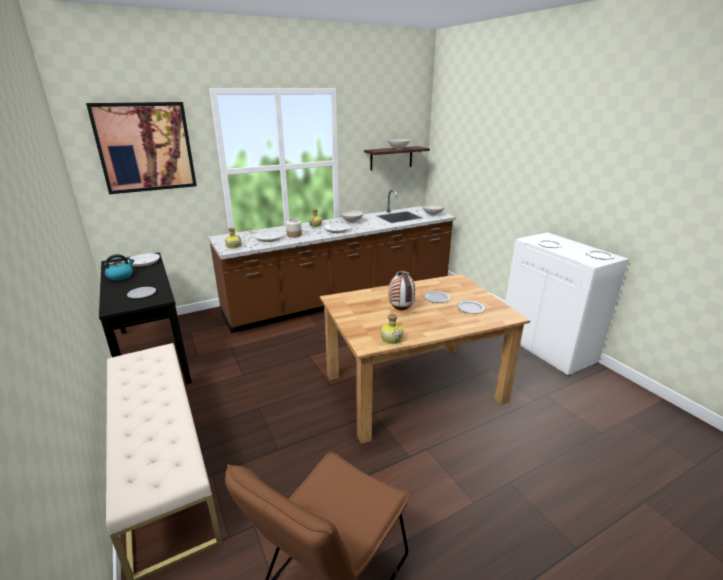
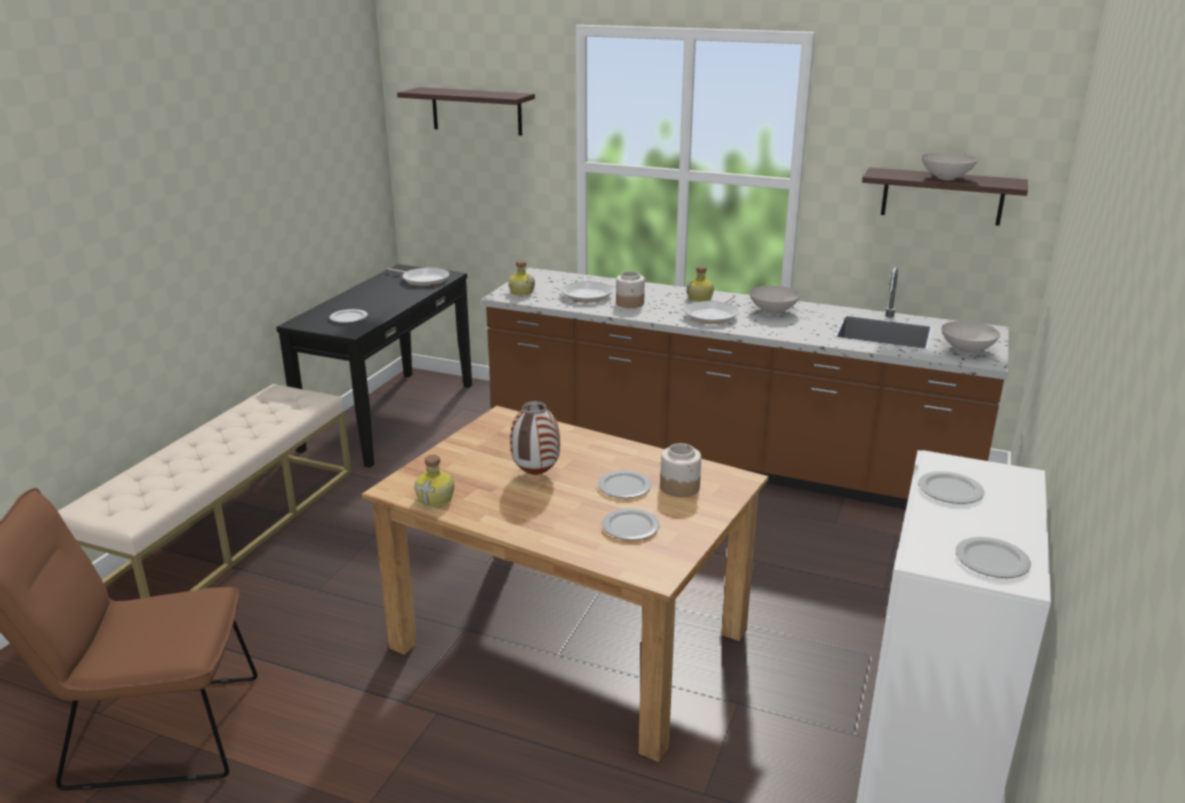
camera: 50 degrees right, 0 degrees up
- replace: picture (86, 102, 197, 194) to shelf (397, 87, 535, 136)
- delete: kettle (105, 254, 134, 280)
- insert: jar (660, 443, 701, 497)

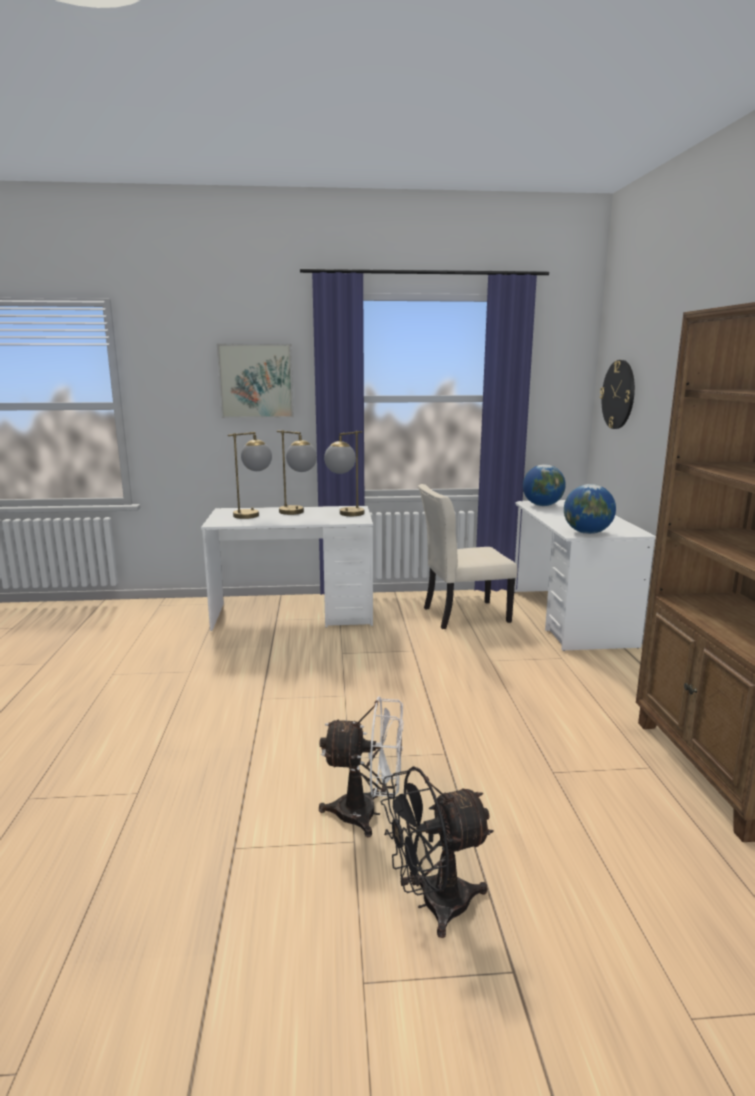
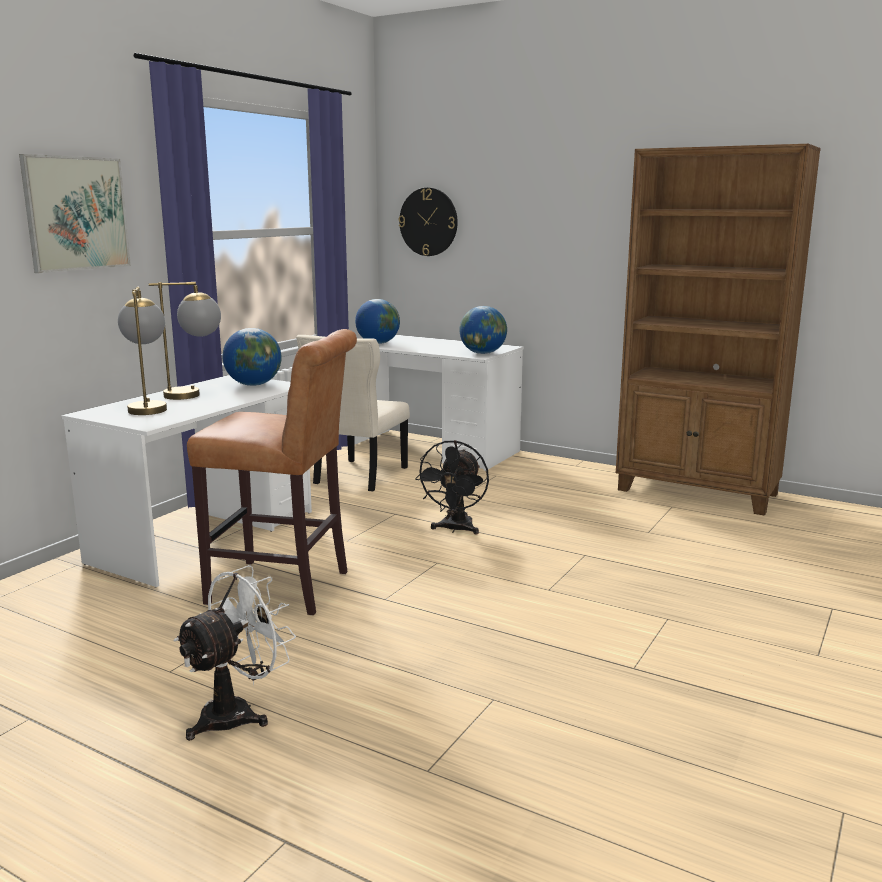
camera: 55 degrees left, 0 degrees up
- move: white fan (319, 696, 404, 837) to (173, 565, 296, 741)
- replace: table lamp (324, 431, 364, 516) to globe (222, 328, 282, 386)
- move: black fan (381, 766, 493, 938) to (415, 440, 489, 535)
- insert: brown stool (187, 329, 357, 615)

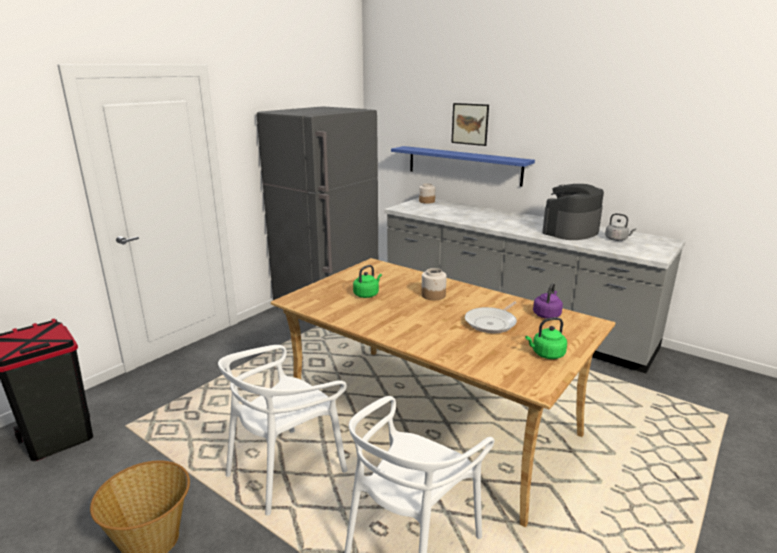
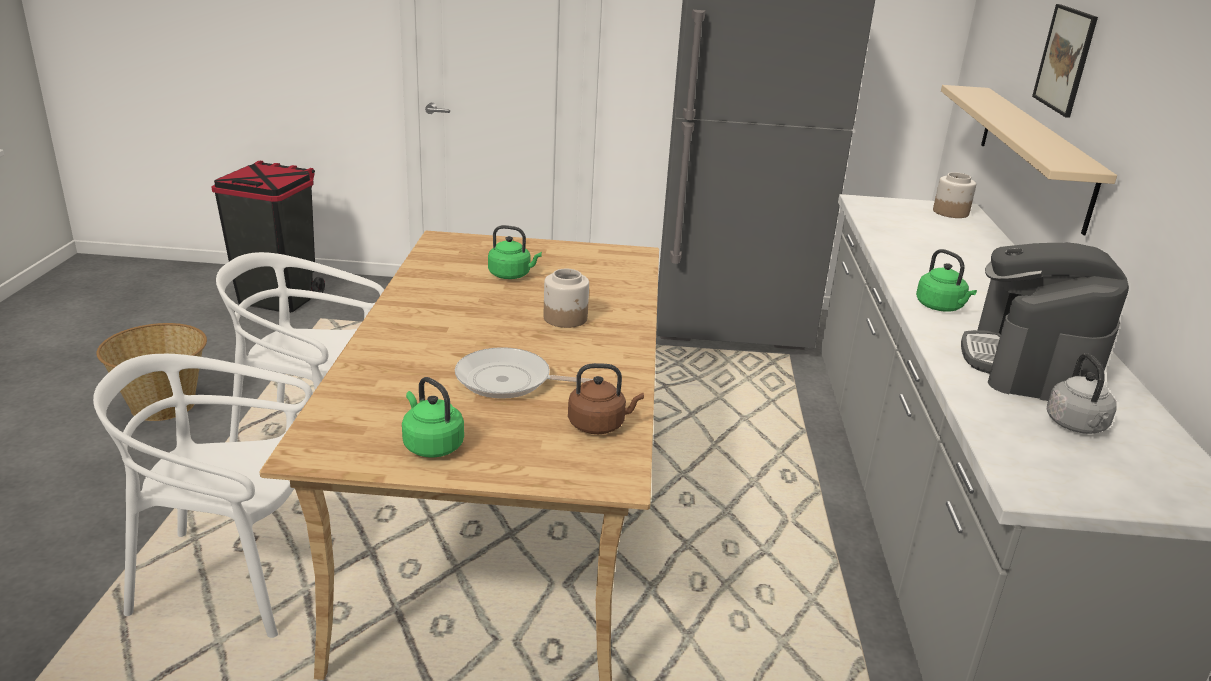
camera: 55 degrees right, 5 degrees up
- recolor: blue shelf (391, 146, 535, 187) to beige shelf (941, 85, 1117, 235)
- recolor: purple kettle (533, 282, 563, 319) to brown kettle (568, 363, 644, 434)
- rotate: coffee machine (542, 184, 604, 240) = (961, 242, 1129, 401) 90 degrees counterclockwise
- insert: green kettle (916, 249, 977, 312)

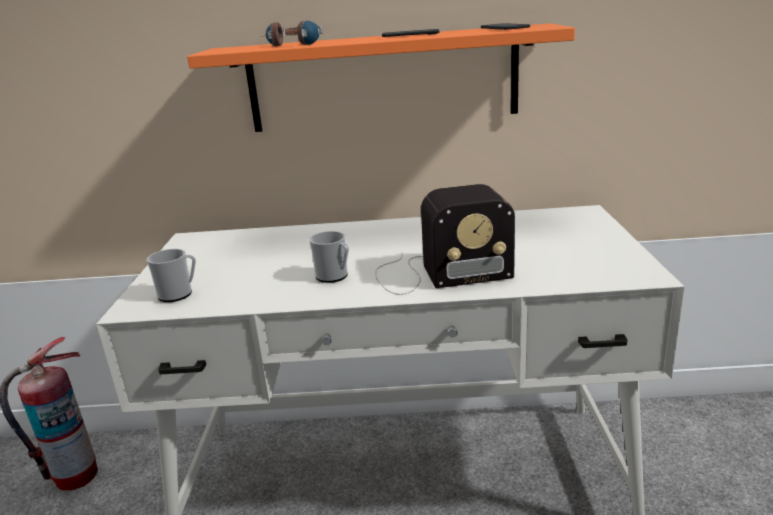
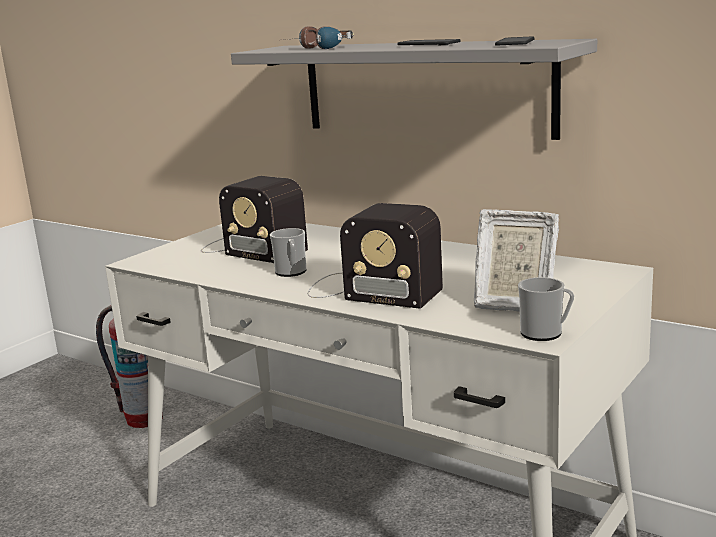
camera: 35 degrees right, 5 degrees down
- move: mug (147, 249, 196, 302) to (518, 277, 574, 341)
- recolor: orange shelf (187, 23, 575, 132) to grey shelf (231, 39, 597, 140)
- insert: radio (201, 176, 308, 263)
- insert: picture frame (474, 209, 559, 312)

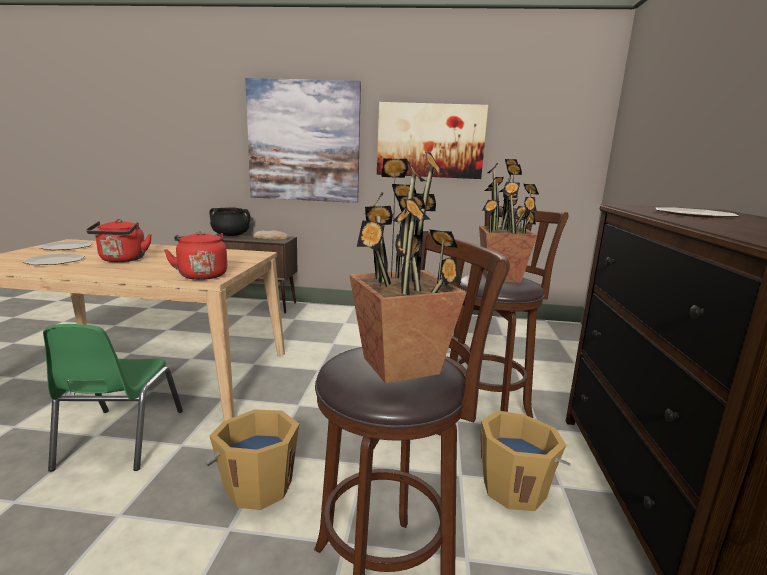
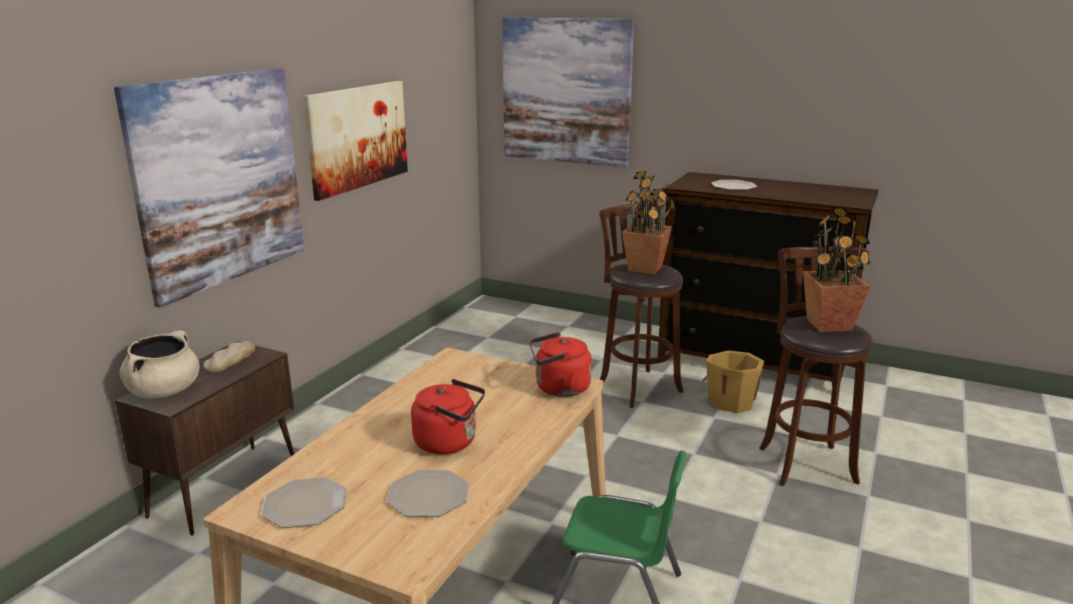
camera: 70 degrees left, 5 degrees up
- delete: orange bucket (206, 409, 299, 510)
- recolor: black cooking pot (209, 207, 250, 236) to beige cooking pot (119, 330, 200, 399)
- insert: picture (502, 17, 634, 167)

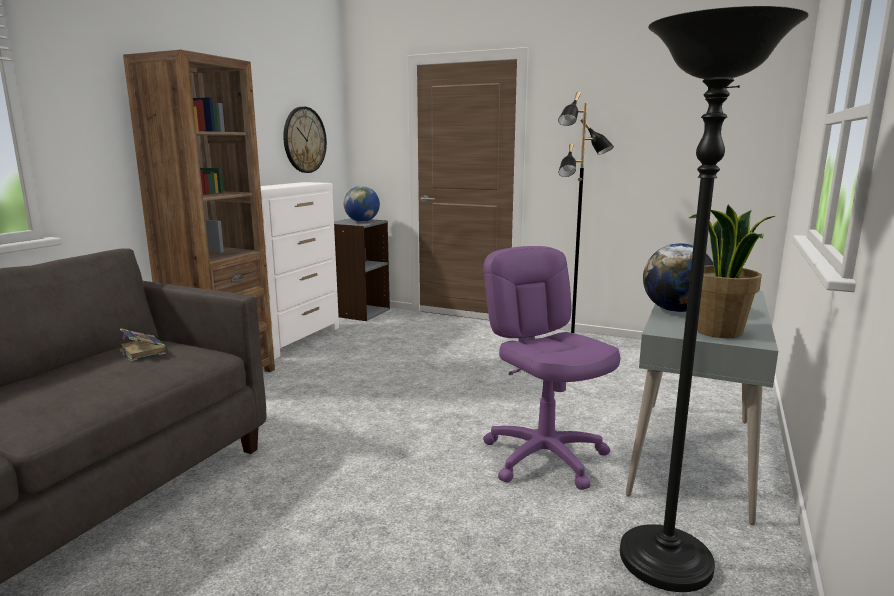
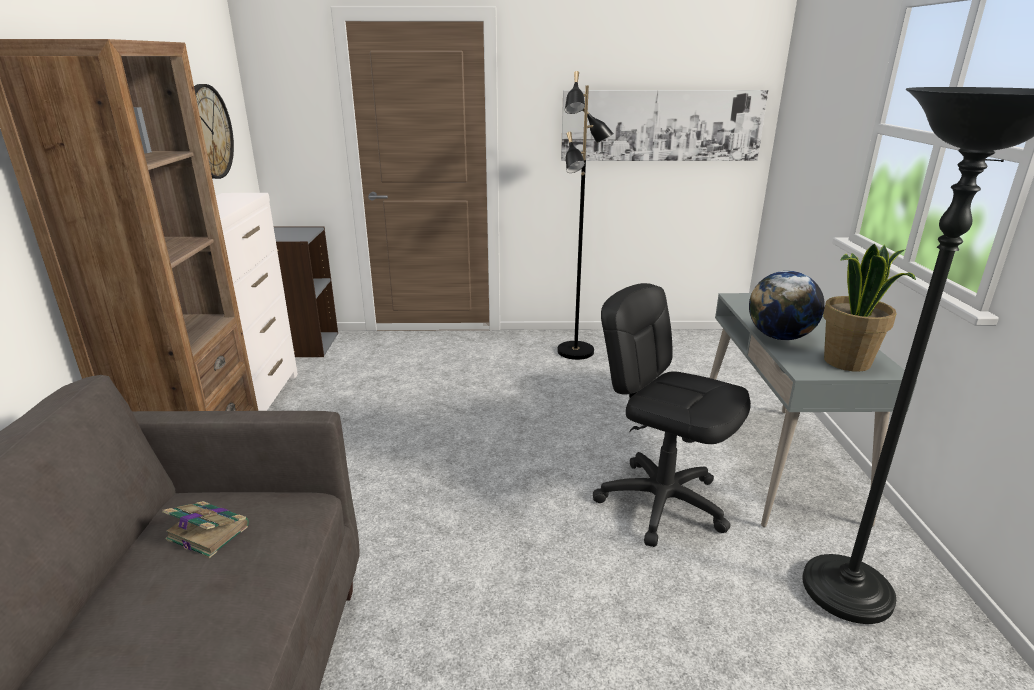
camera: 25 degrees left, 10 degrees up
- delete: globe (344, 186, 380, 222)
- recolor: purple office chair (483, 246, 620, 490) to black office chair (593, 283, 751, 547)
- insert: picture (561, 90, 768, 161)

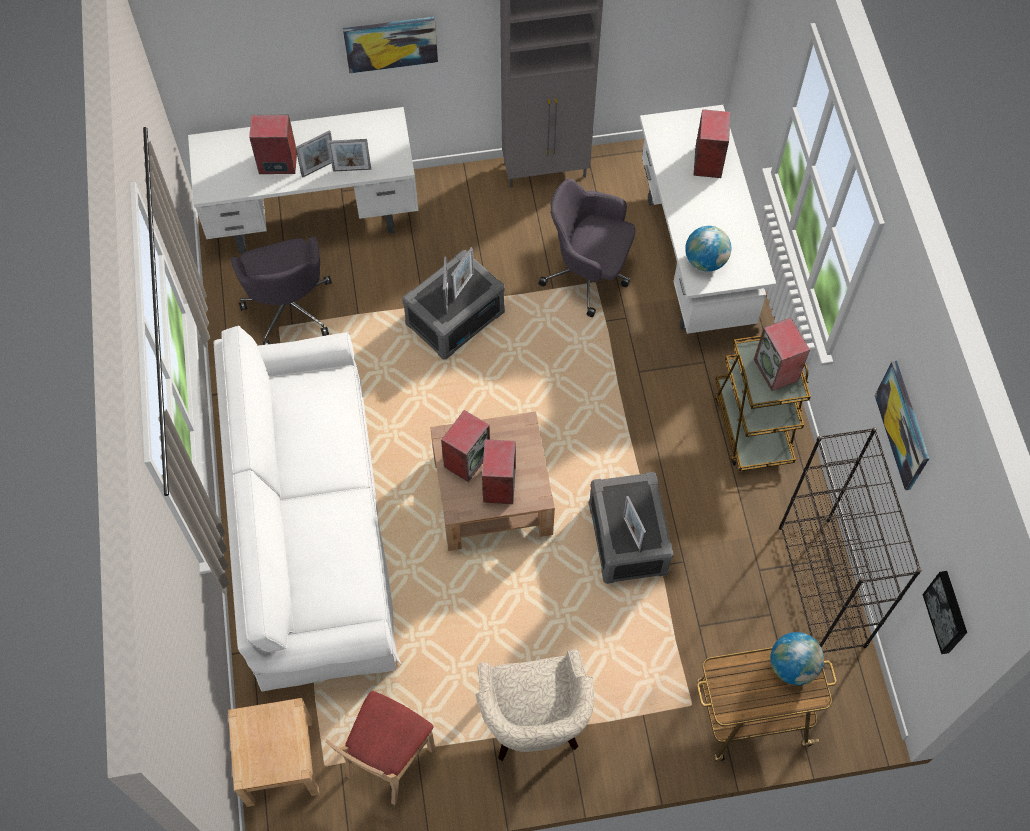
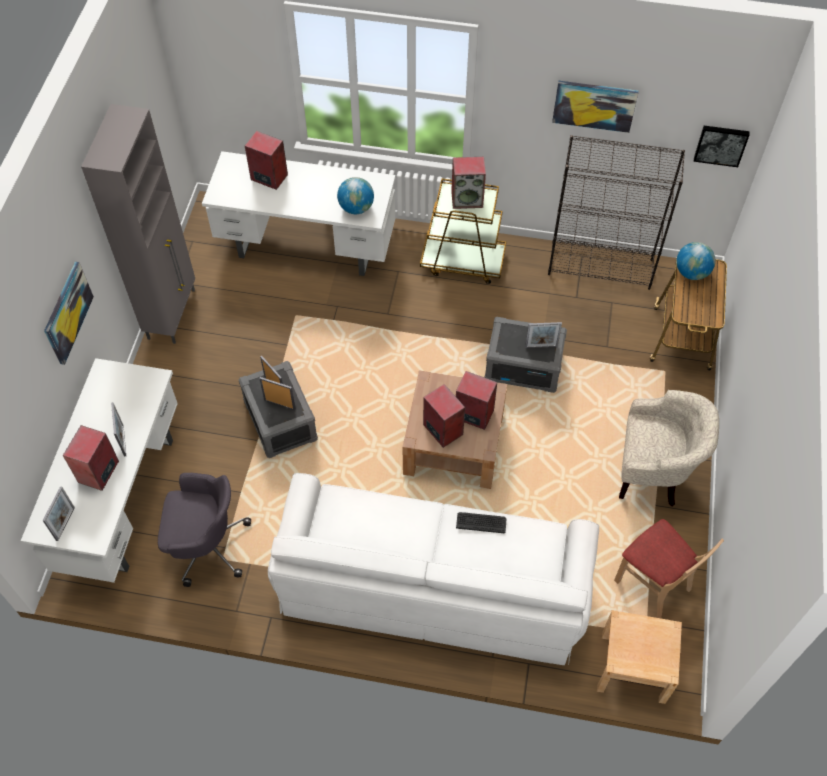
camera: 70 degrees left, 5 degrees down
- move: picture frame (328, 139, 371, 172) to (42, 486, 75, 541)
- delete: grey office chair (538, 179, 635, 317)
- insert: keyboard (456, 512, 506, 533)

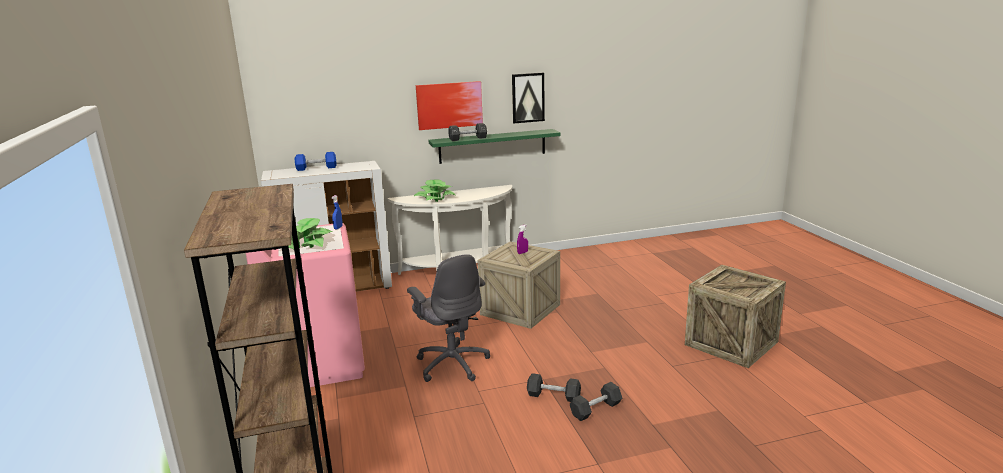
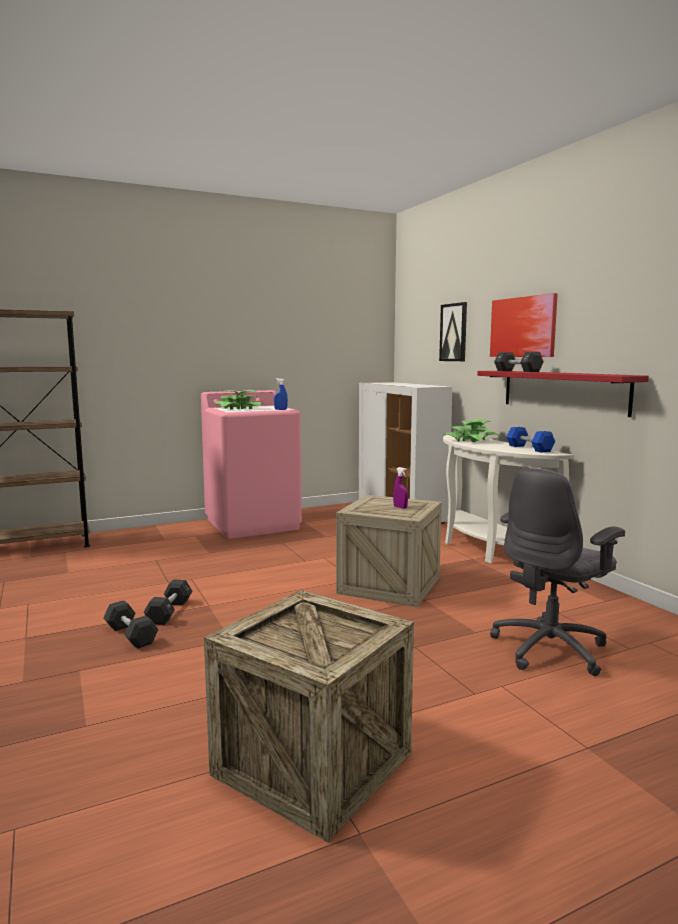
camera: 80 degrees right, 10 degrees down
- move: blue dumbbell (295, 152, 337, 171) to (506, 427, 555, 452)
- move: grey office chair (407, 254, 490, 382) to (490, 468, 625, 676)
- recolor: green shelf (429, 129, 560, 164) to red shelf (477, 371, 649, 417)
- move: picture (512, 73, 545, 123) to (439, 302, 467, 361)

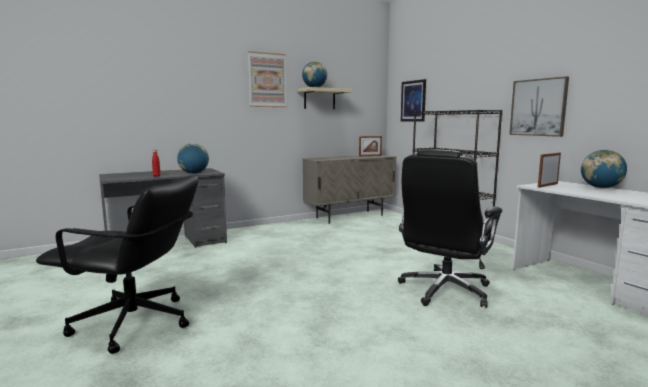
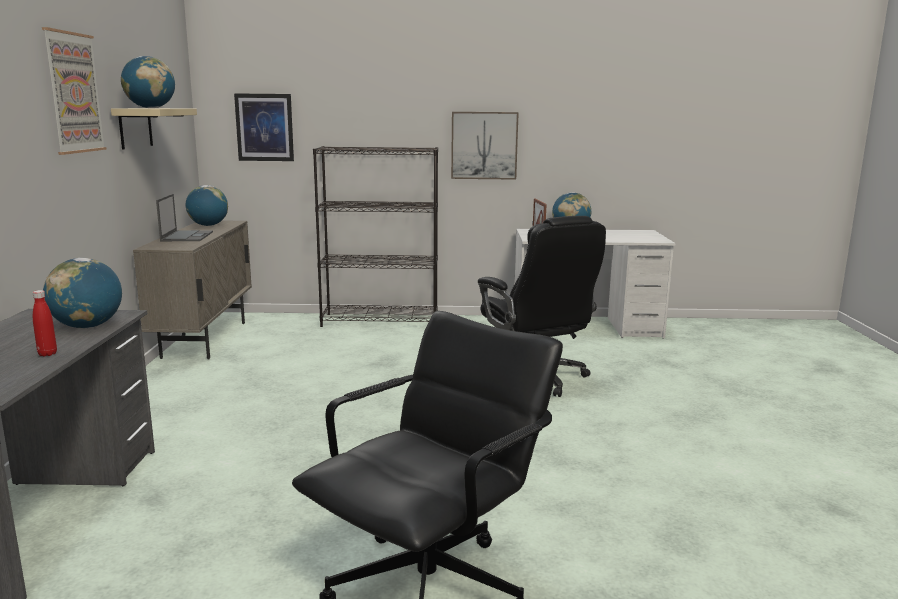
camera: 60 degrees left, 5 degrees up
- replace: picture frame (359, 136, 382, 156) to globe (186, 185, 228, 226)
- insert: laptop (156, 194, 213, 241)

